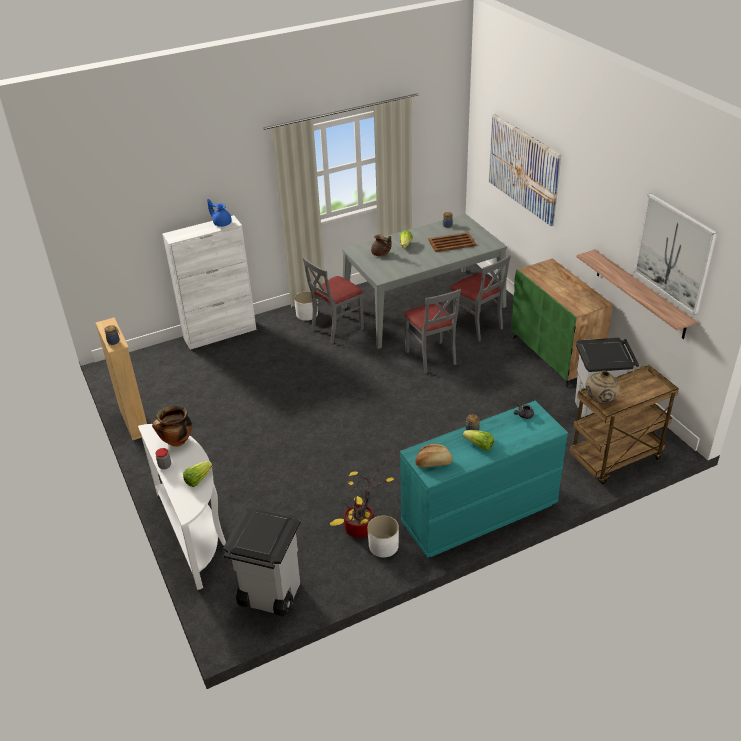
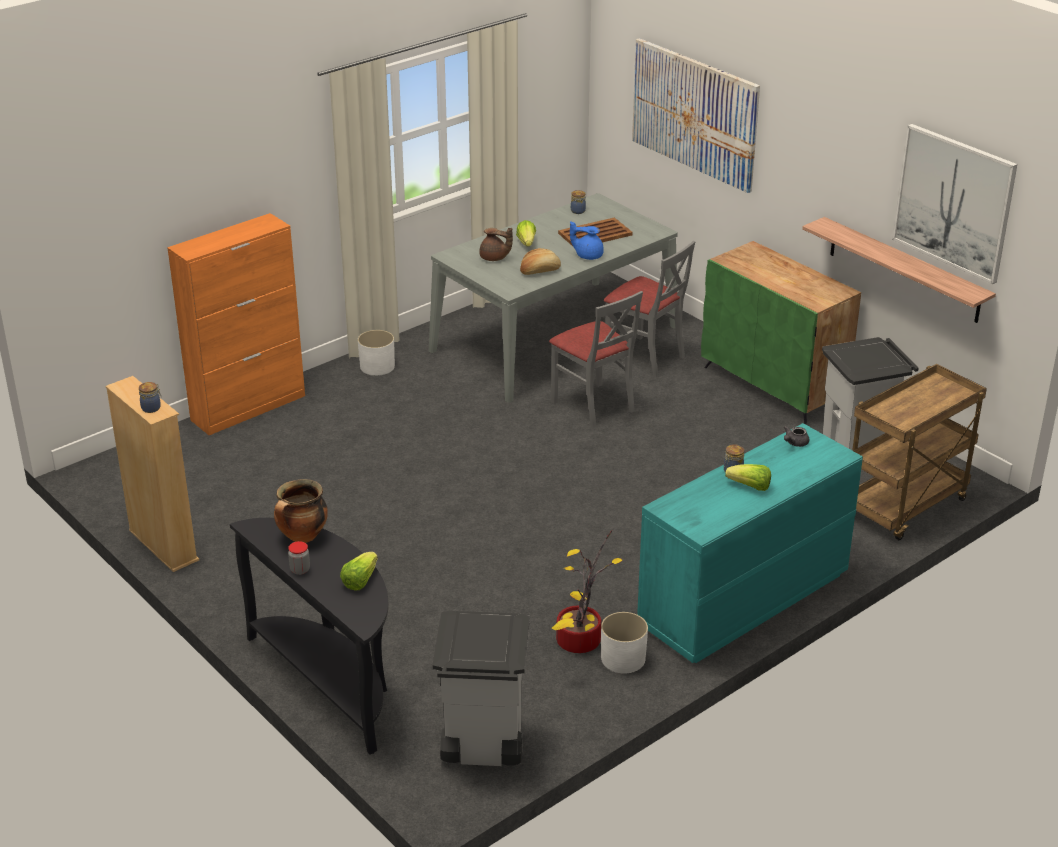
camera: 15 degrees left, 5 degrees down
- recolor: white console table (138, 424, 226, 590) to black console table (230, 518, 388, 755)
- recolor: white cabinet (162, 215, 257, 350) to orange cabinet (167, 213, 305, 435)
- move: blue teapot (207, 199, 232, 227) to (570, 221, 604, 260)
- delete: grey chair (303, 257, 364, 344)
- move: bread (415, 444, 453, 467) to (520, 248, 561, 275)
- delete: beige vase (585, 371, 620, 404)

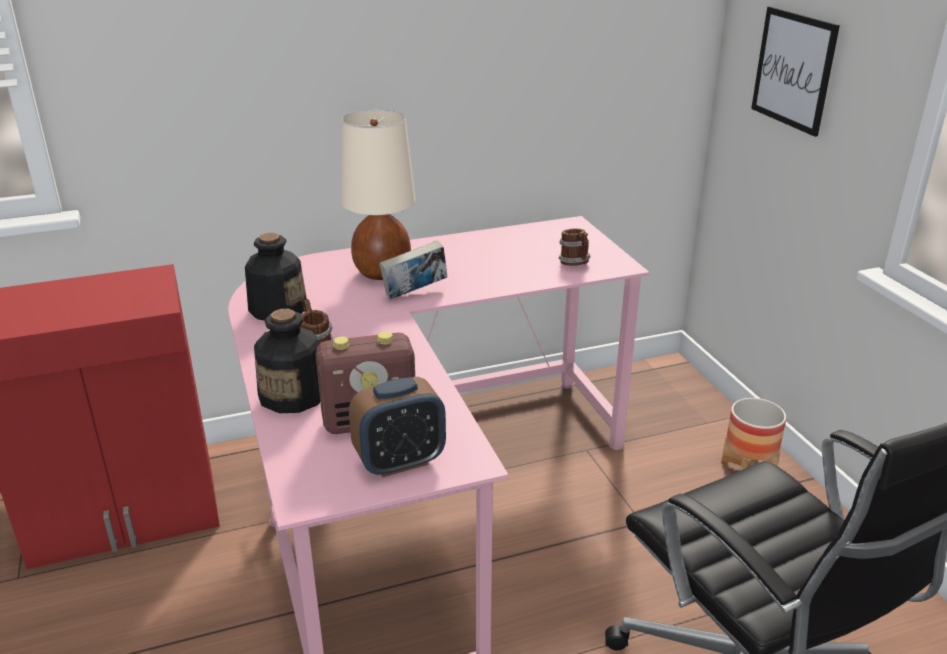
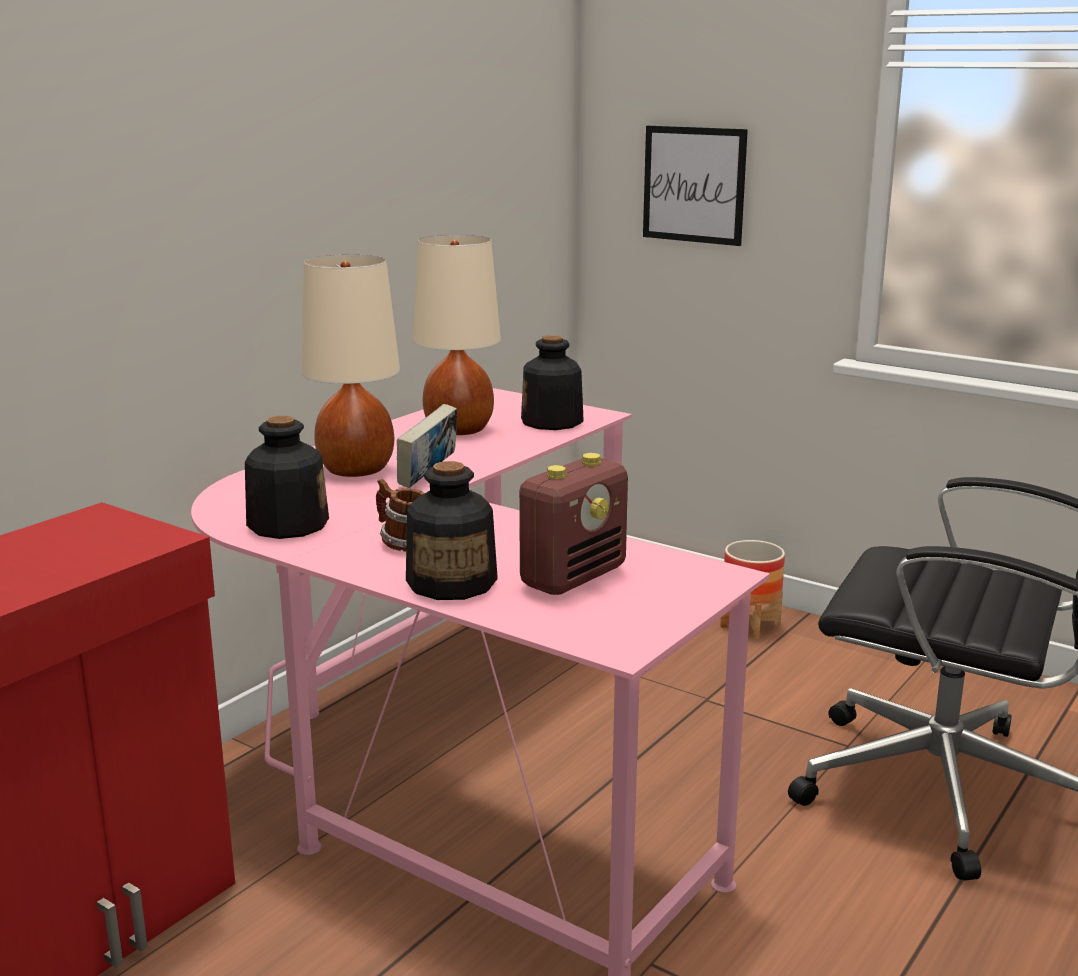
camera: 35 degrees left, 10 degrees down
- delete: alarm clock (349, 377, 446, 477)
- replace: mug (559, 228, 591, 266) to bottle (521, 335, 584, 430)
- insert: beige table lamp (413, 235, 501, 435)

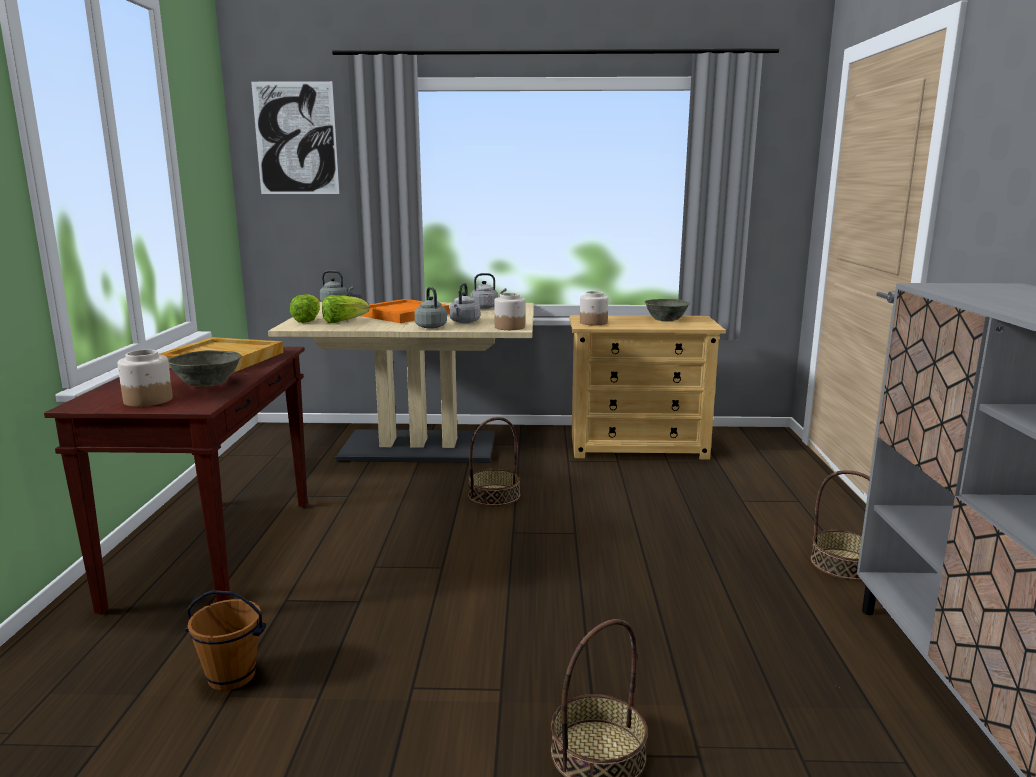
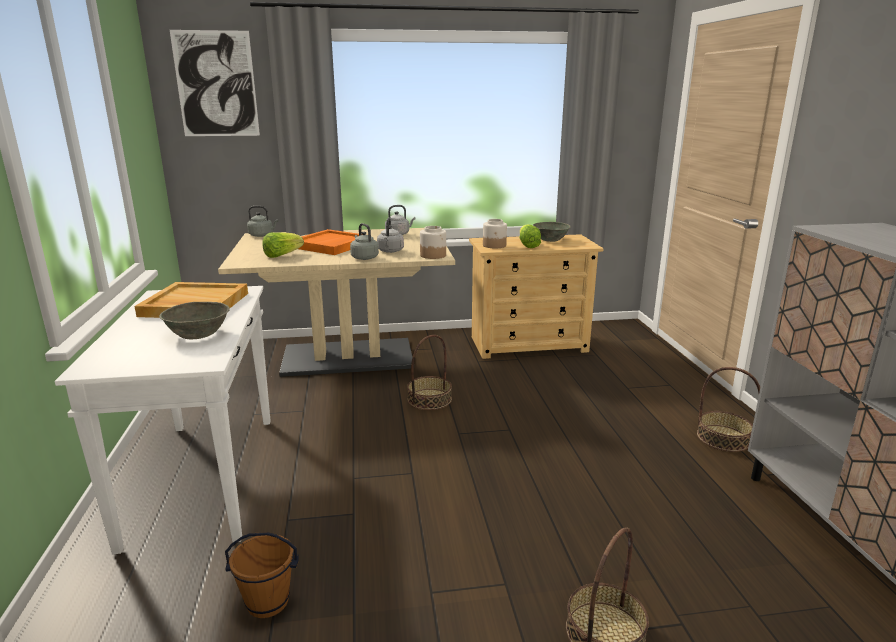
camera: 10 degrees left, 5 degrees up
- recolor: brown console table (44, 347, 307, 614) to white console table (55, 286, 271, 554)
- delete: jar (118, 350, 173, 407)
- move: lettuce (290, 294, 320, 323) to (520, 224, 541, 248)

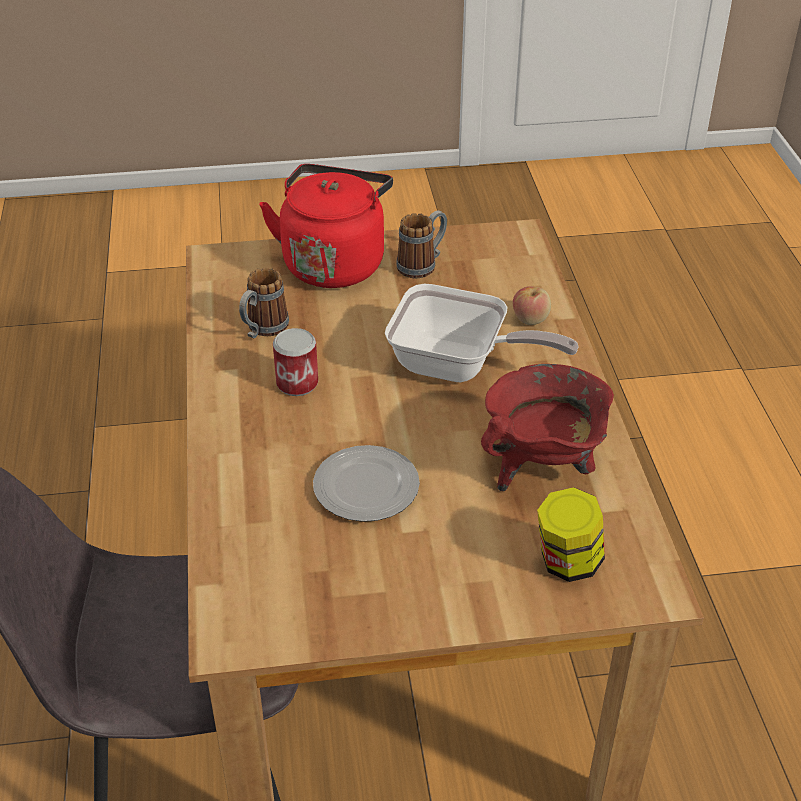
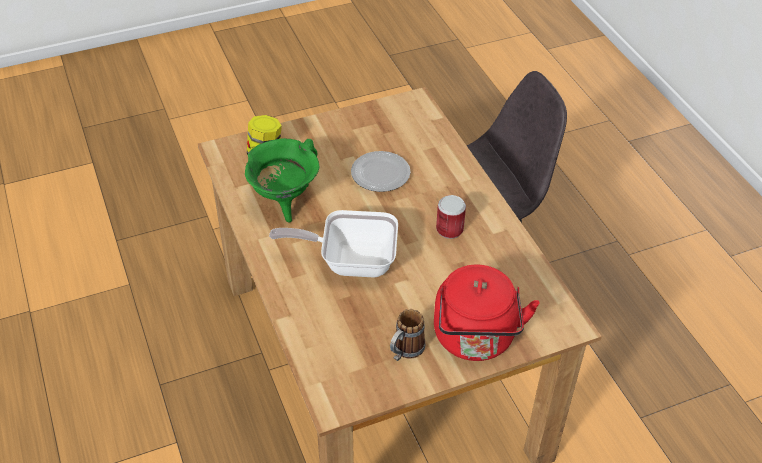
camera: 165 degrees right, 5 degrees up
- delete: mug (239, 268, 289, 338)
- recolor: red cooking pot (481, 364, 614, 491) to green cooking pot (245, 138, 319, 223)
- delete: apple (513, 286, 551, 325)

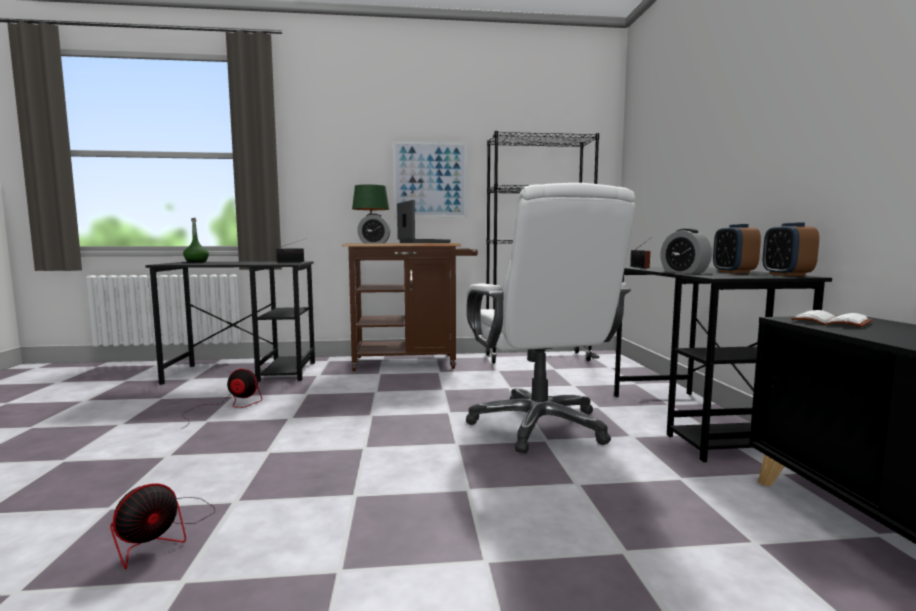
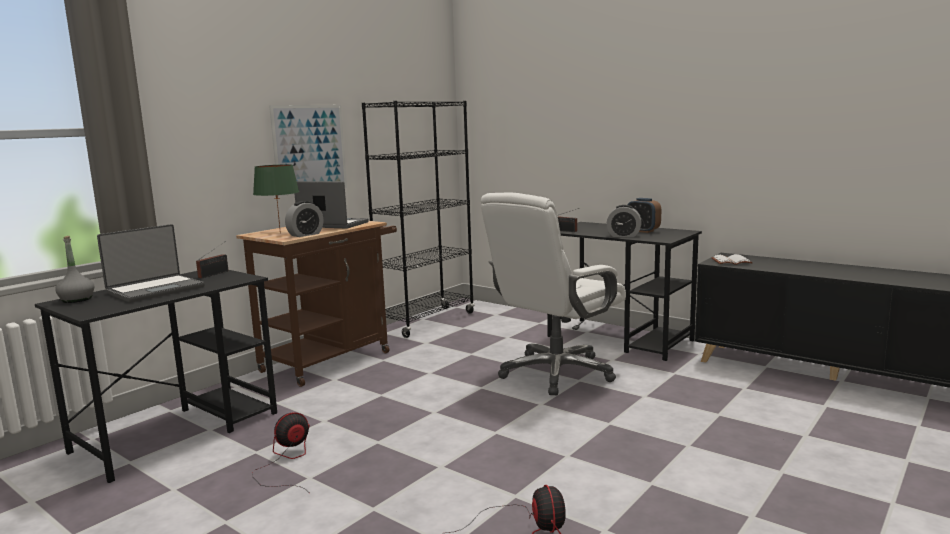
camera: 45 degrees left, 5 degrees up
- recolor: green bottle (183, 218, 209, 262) to grey bottle (55, 236, 95, 303)
- rotate: white office chair (466, 183, 635, 453) = (481, 193, 626, 395) 105 degrees clockwise
- delete: alarm clock (763, 222, 819, 276)
- insert: laptop (97, 224, 205, 302)

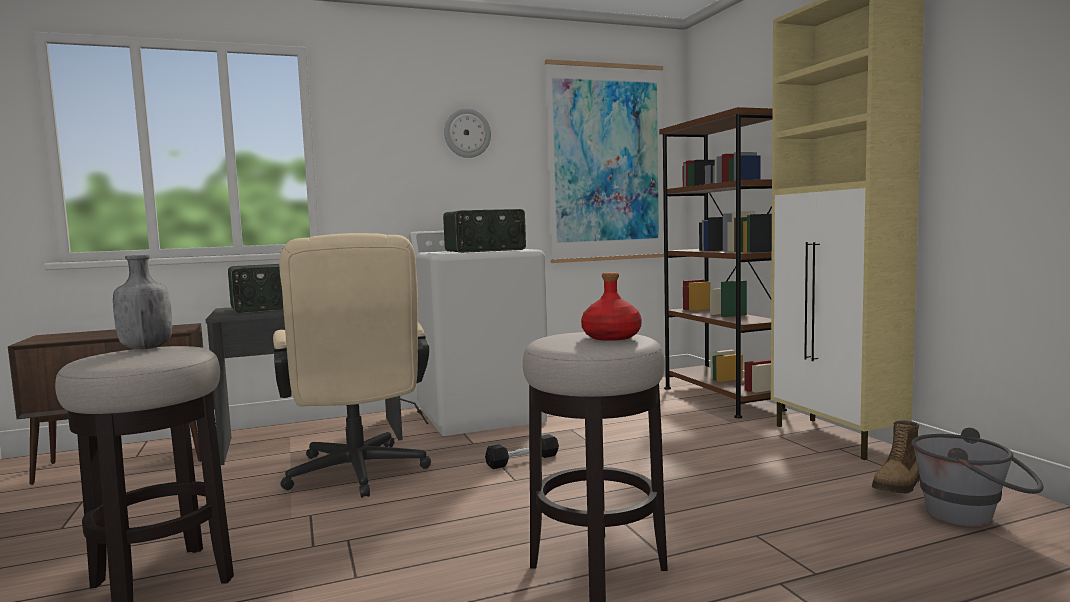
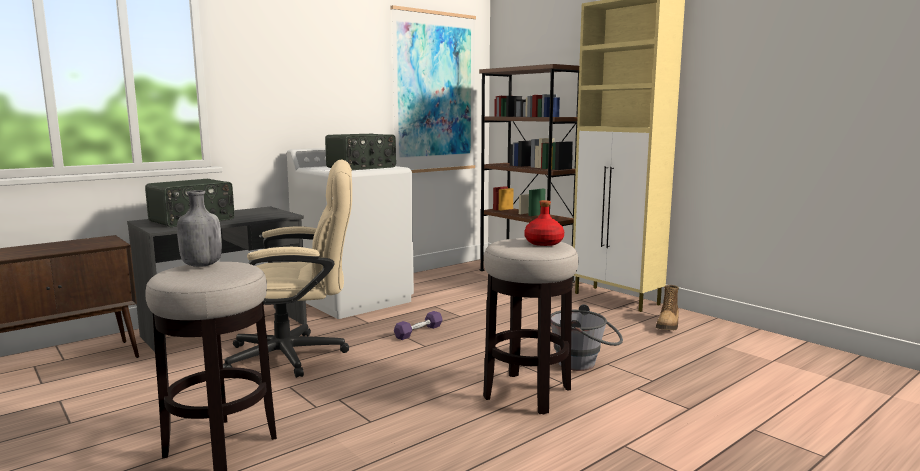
camera: 20 degrees left, 5 degrees up
- rotate: beige office chair (273, 233, 431, 498) = (223, 159, 352, 378) 60 degrees counterclockwise
- delete: wall clock (444, 108, 491, 158)
- recolor: black dumbbell (485, 434, 559, 469) to purple dumbbell (394, 311, 443, 340)
- move: grey bucket (911, 427, 1043, 528) to (551, 304, 623, 371)

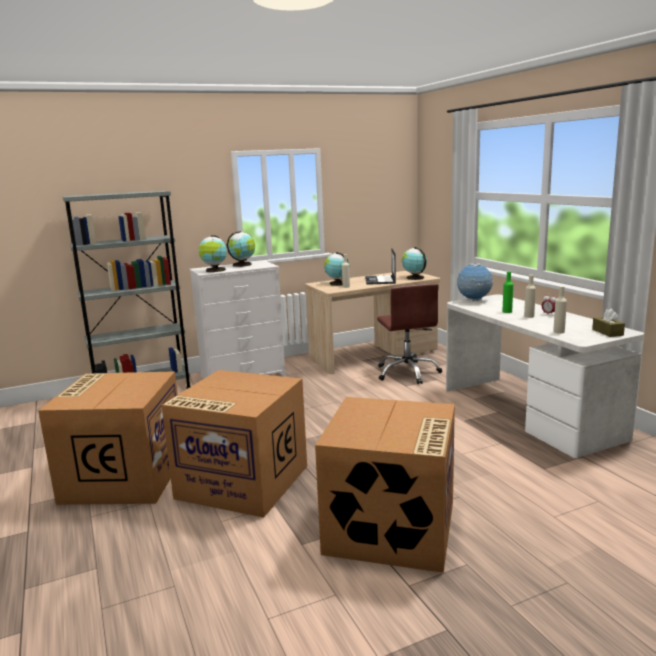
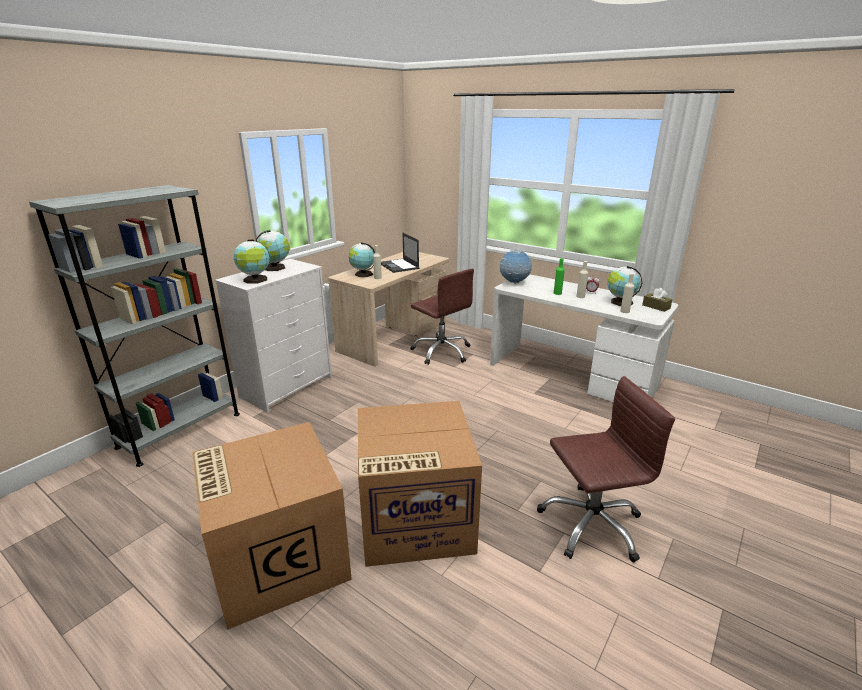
camera: 30 degrees left, 10 degrees up
- replace: cardboard box (315, 397, 455, 573) to brown office chair (537, 376, 675, 562)
- move: globe (402, 247, 427, 280) to (607, 266, 642, 306)

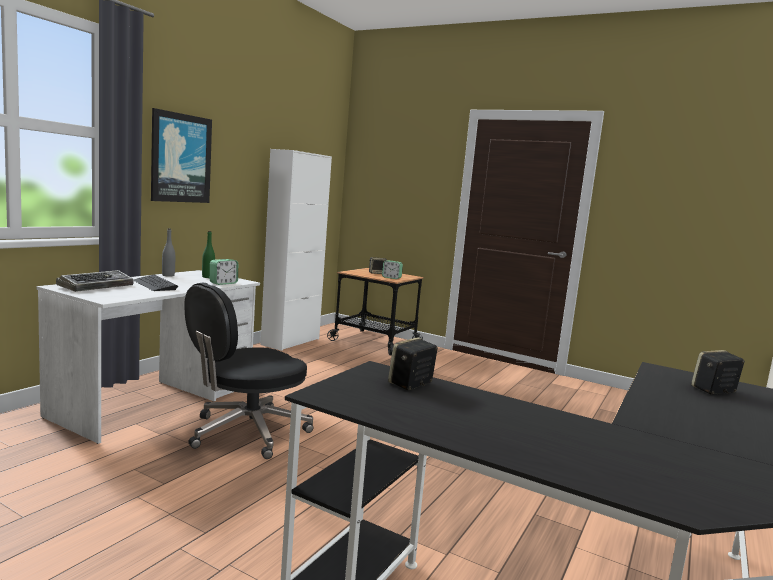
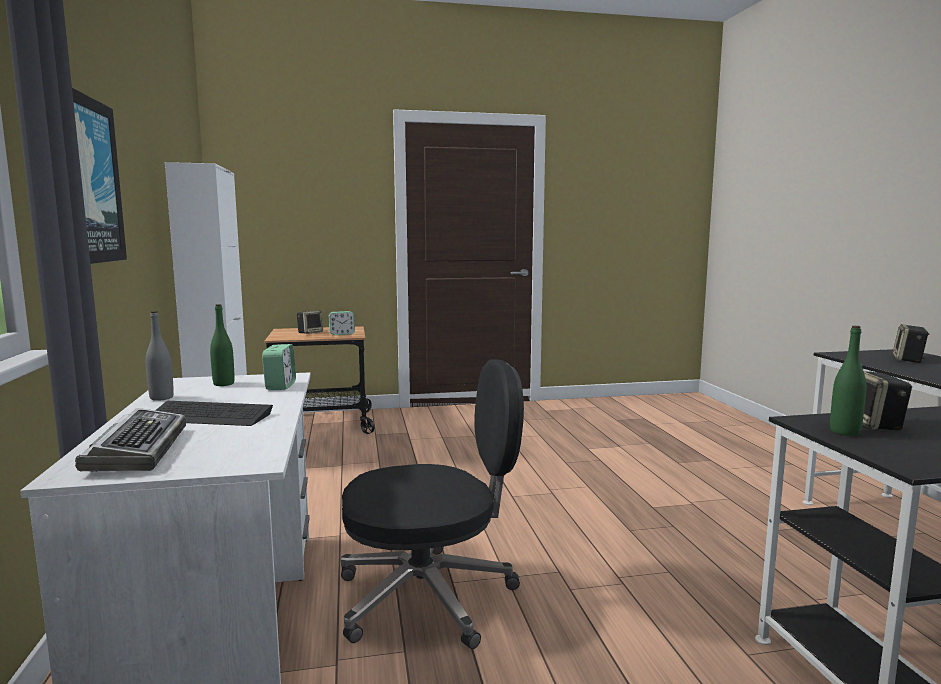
camera: 40 degrees left, 0 degrees up
- rotate: black office chair (184, 283, 314, 459) = (341, 359, 524, 649) 105 degrees counterclockwise
- insert: green bottle (830, 326, 867, 436)

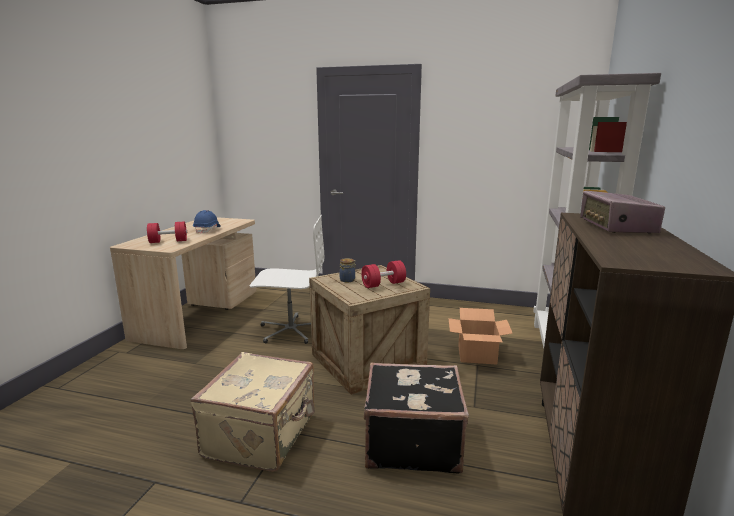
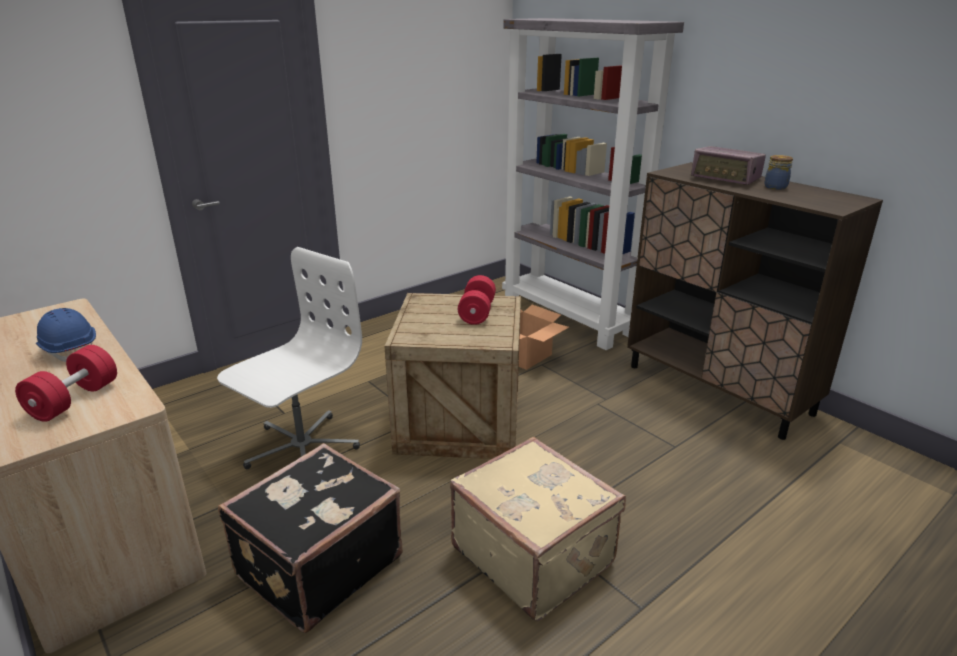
camera: 55 degrees left, 10 degrees up
- move: jar (340, 258, 356, 282) to (764, 155, 793, 190)
- move: black suitcase (364, 362, 469, 474) to (218, 443, 403, 633)

